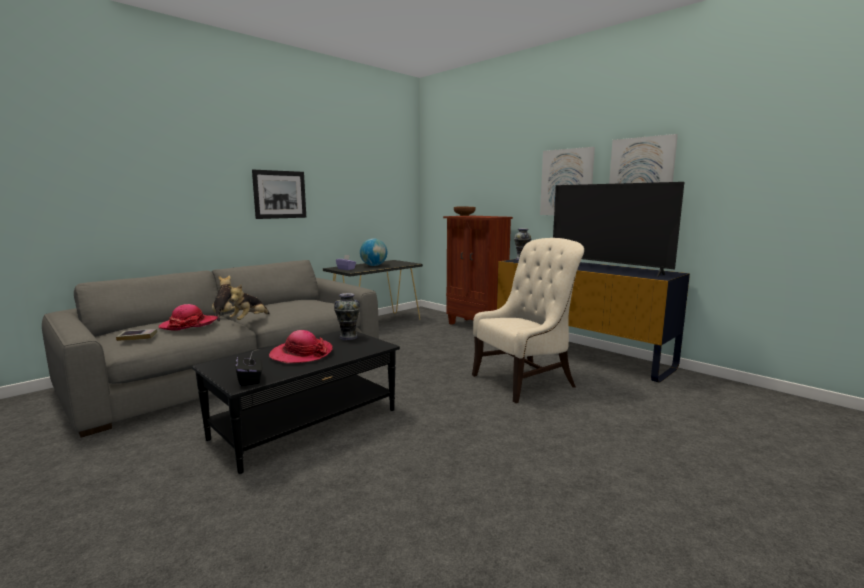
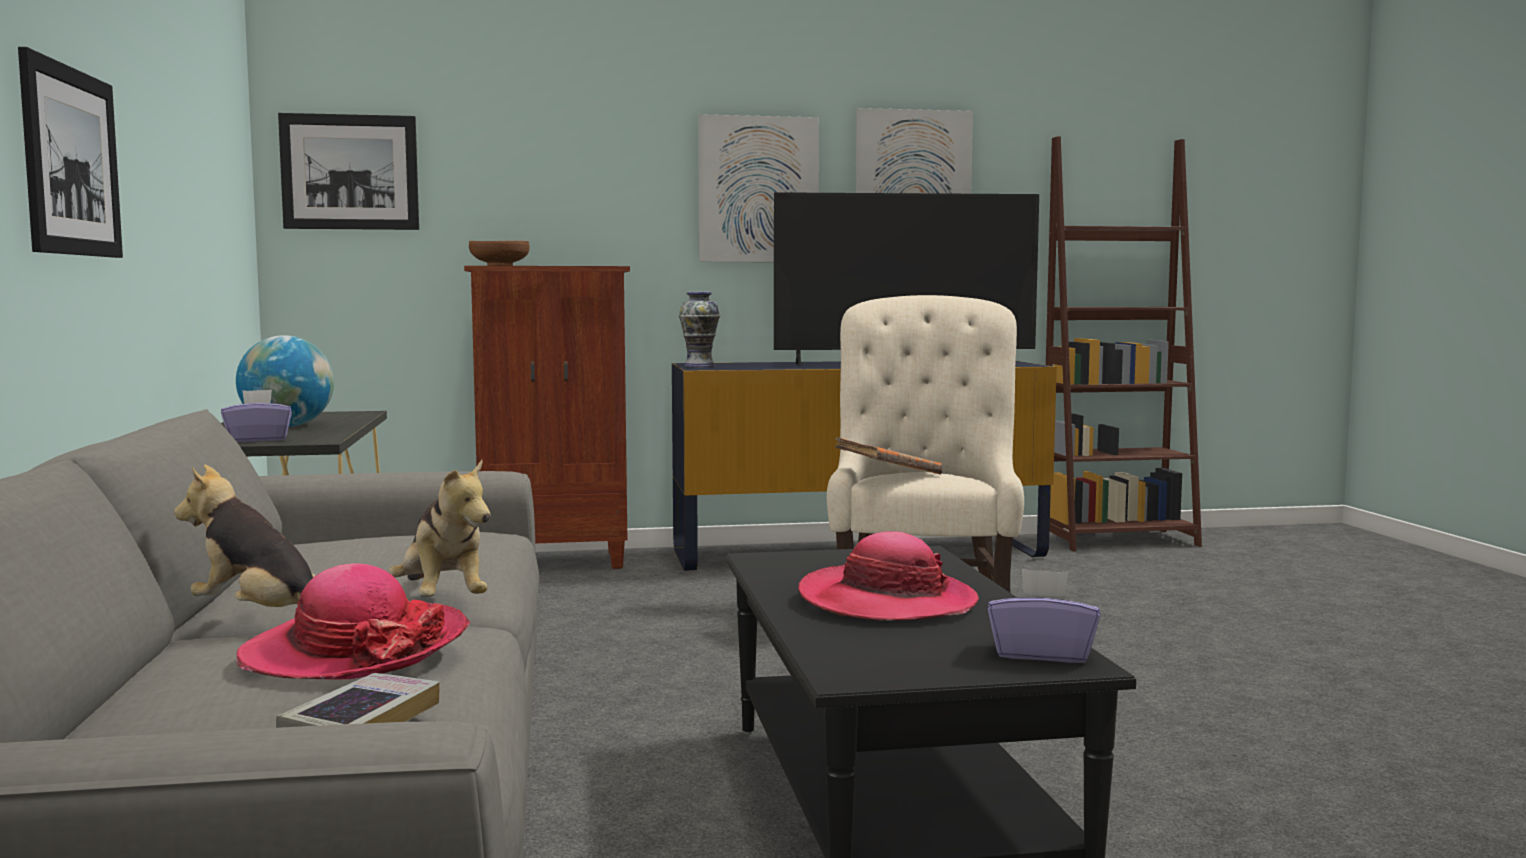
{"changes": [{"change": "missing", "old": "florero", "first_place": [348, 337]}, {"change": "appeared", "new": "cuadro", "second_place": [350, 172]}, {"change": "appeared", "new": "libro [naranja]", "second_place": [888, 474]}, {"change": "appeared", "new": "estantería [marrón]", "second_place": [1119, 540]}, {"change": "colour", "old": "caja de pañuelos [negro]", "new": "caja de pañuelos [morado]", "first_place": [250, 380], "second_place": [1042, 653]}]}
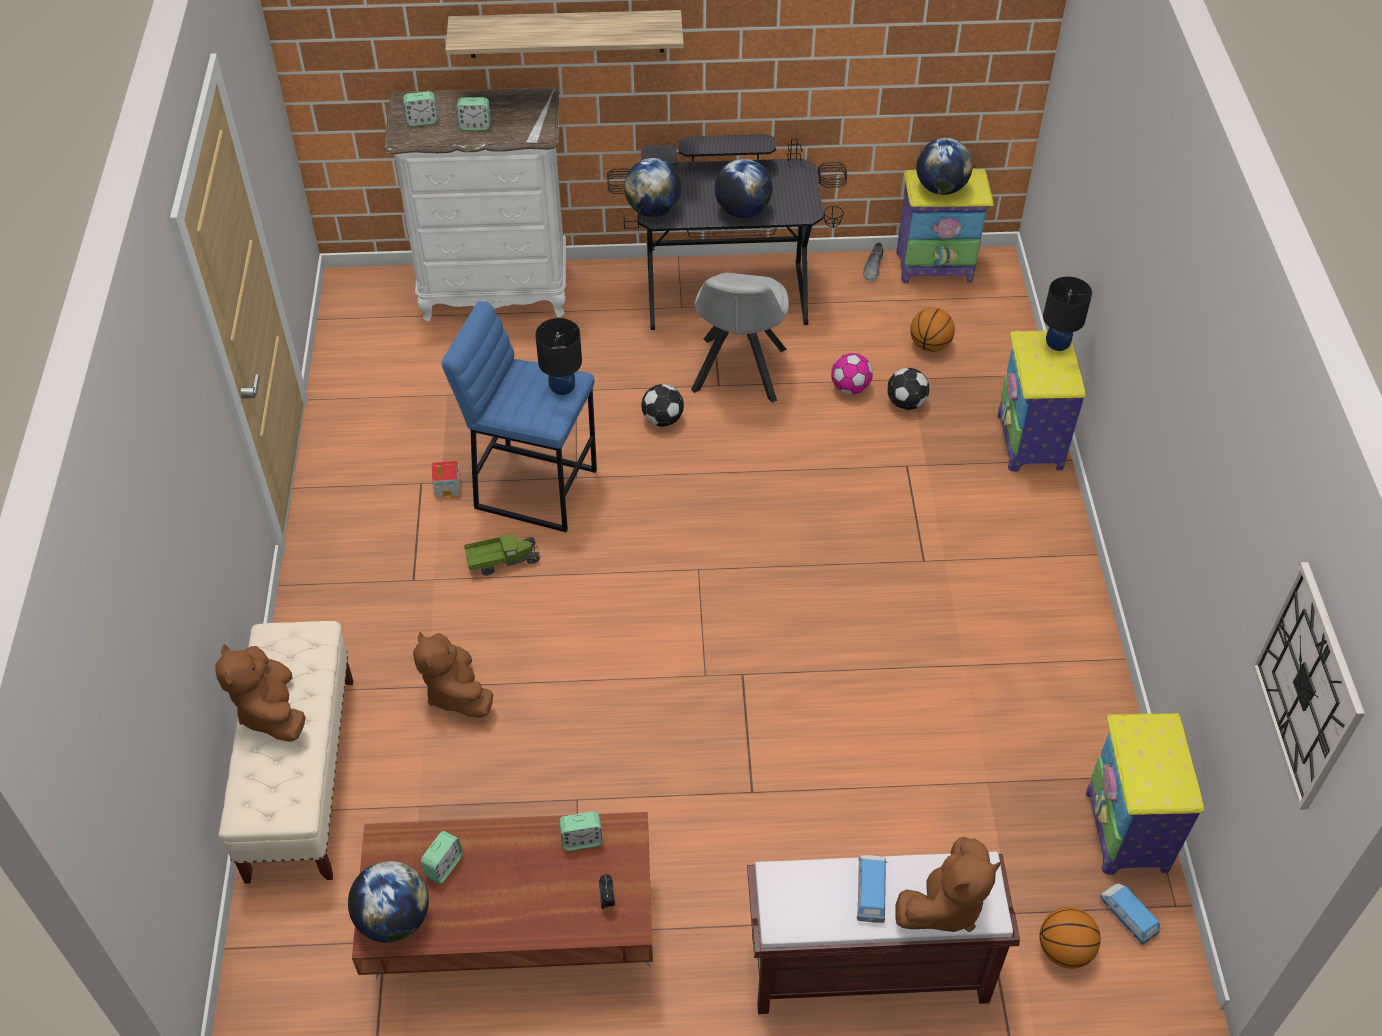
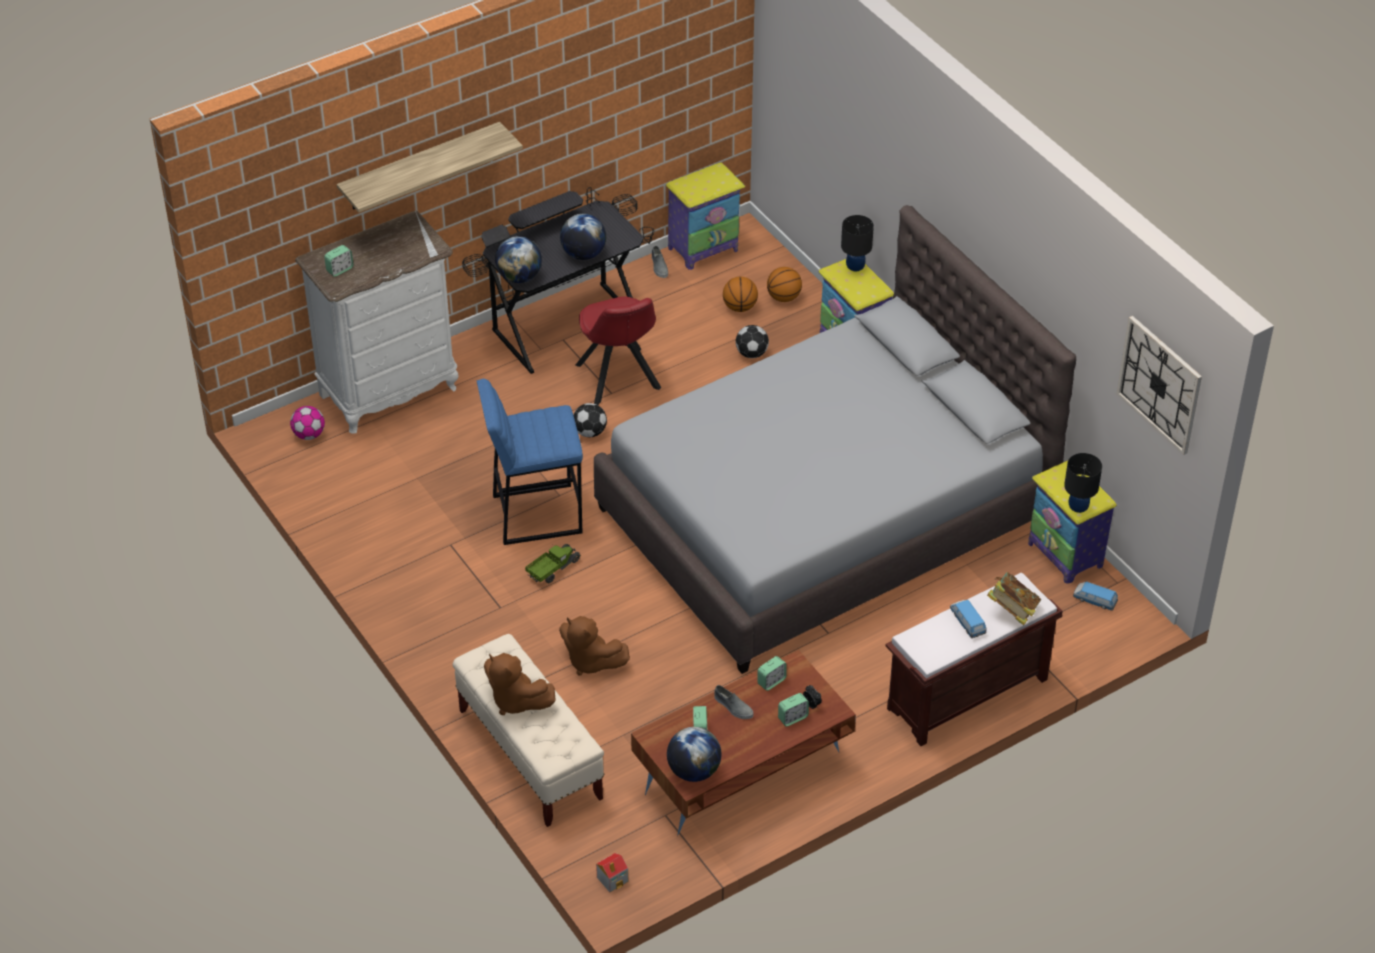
{"changes": [{"change": "missing", "old": "globo terráqueo", "first_place": [940, 188]}, {"change": "appeared", "new": "cama [gris]", "second_place": [826, 514]}, {"change": "appeared", "new": "zapato [gris]", "second_place": [733, 707]}, {"change": "relocated", "old": "casita", "first_place": [448, 487], "second_place": [613, 879]}, {"change": "relocated", "old": "despertador", "first_place": [475, 125], "second_place": [792, 718]}, {"change": "relocated", "old": "lámpara de mesa [negro]", "first_place": [562, 388], "second_place": [1077, 507]}, {"change": "relocated", "old": "balón de fútbol", "first_place": [850, 388], "second_place": [309, 435]}, {"change": "relocated", "old": "balón de baloncesto", "first_place": [1064, 950], "second_place": [783, 297]}, {"change": "exchanged", "old": "peluche [marrón]", "new": "libro", "first_place": [945, 905], "second_place": [1012, 611]}, {"change": "colour", "old": "silla [gris]", "new": "silla [rojo]", "first_place": [739, 372], "second_place": [618, 378]}]}
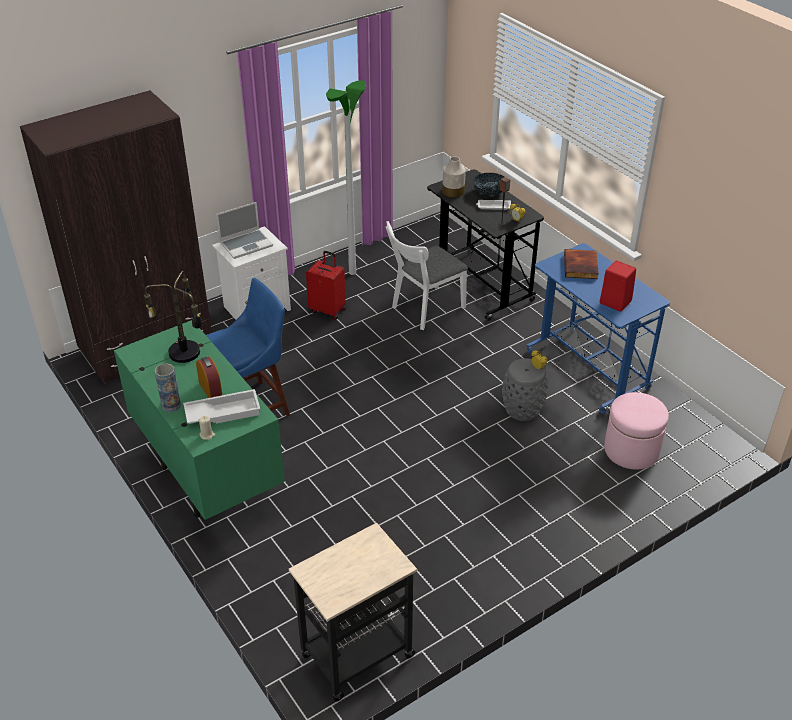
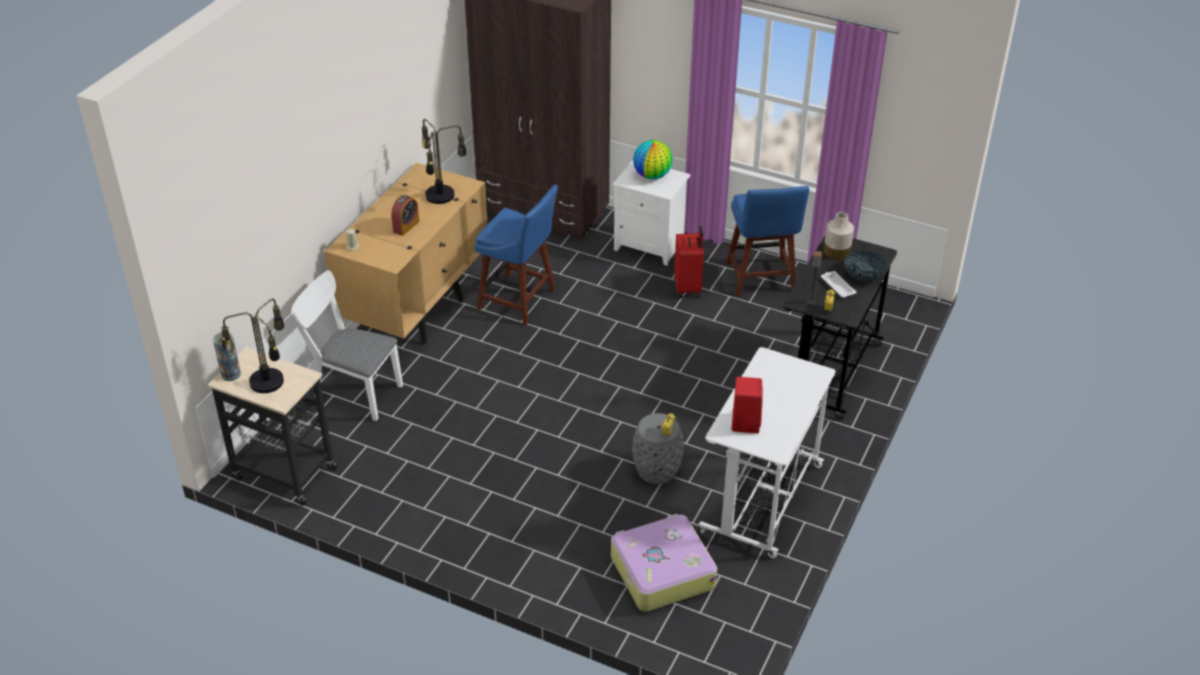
{"changes": [{"change": "missing", "old": "bandeja [blanco]", "first_place": [223, 412]}, {"change": "missing", "old": "libro", "first_place": [581, 266]}, {"change": "appeared", "new": "lámpara de mesa", "second_place": [266, 382]}, {"change": "relocated", "old": "florero", "first_place": [171, 405], "second_place": [231, 374]}, {"change": "relocated", "old": "silla [blanco]", "first_place": [424, 309], "second_place": [352, 392]}, {"change": "exchanged", "old": "portátil", "new": "globo terráqueo", "first_place": [246, 244], "second_place": [652, 176]}, {"change": "exchanged", "old": "lámpara de pie", "new": "silla [azul]", "first_place": [352, 272], "second_place": [761, 279]}, {"change": "exchanged", "old": "puf [rosa]", "new": "maleta", "first_place": [631, 450], "second_place": [661, 571]}, {"change": "colour", "old": "cómoda [verde]", "new": "cómoda [beis]", "first_place": [208, 478], "second_place": [417, 313]}, {"change": "colour", "old": "escritorio [azul]", "new": "escritorio [blanco]", "first_place": [587, 370], "second_place": [761, 499]}]}
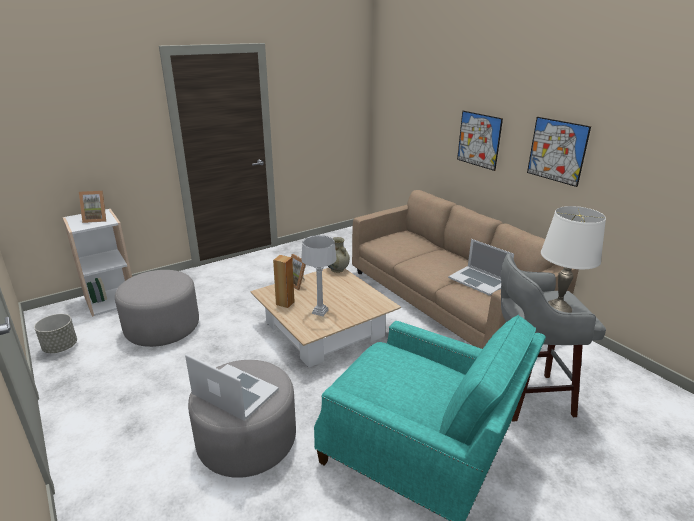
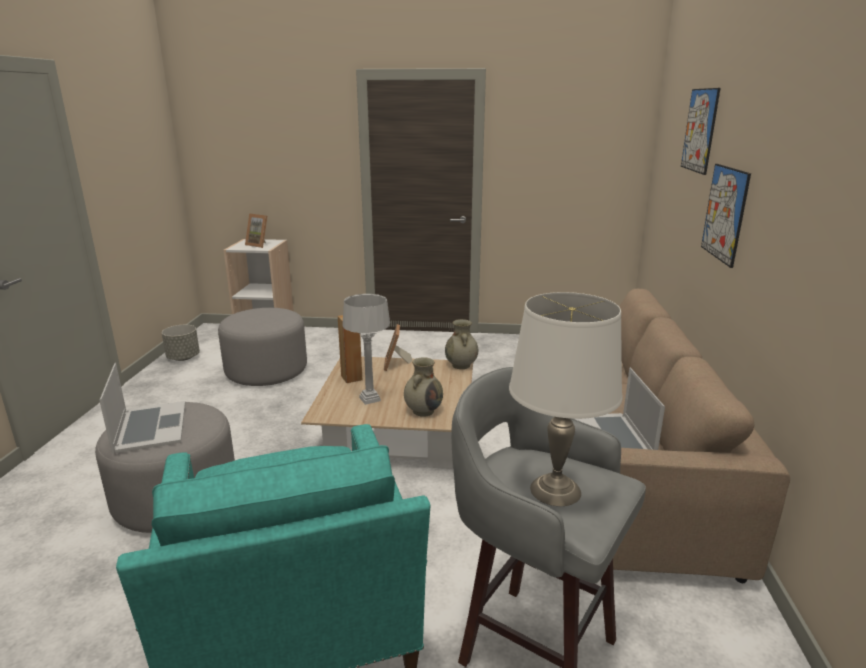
{"changes": [{"change": "appeared", "new": "florero [beis]", "second_place": [423, 411]}, {"change": "relocated", "old": "cuadro", "first_place": [557, 151], "second_place": [699, 130]}]}
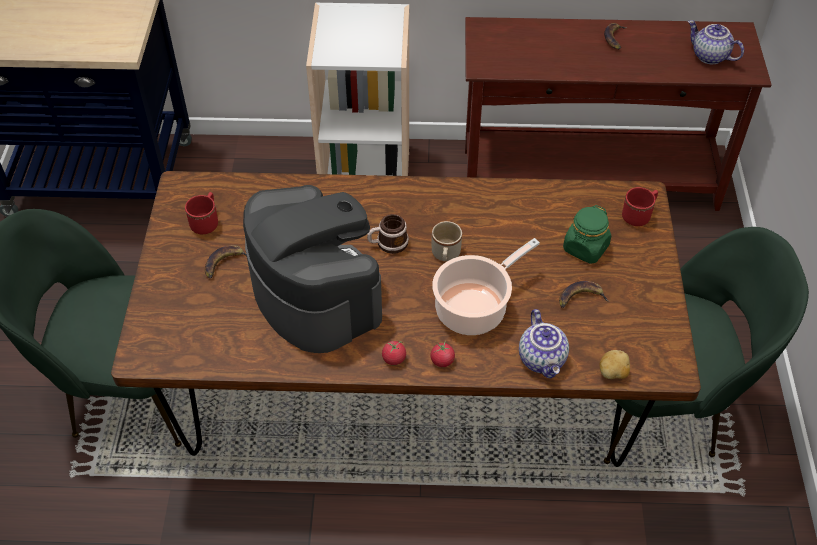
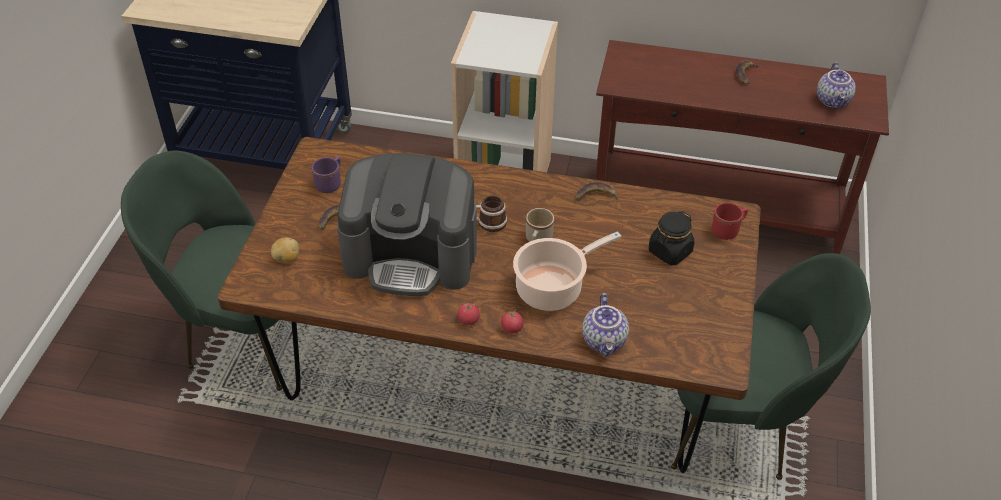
{"changes": [{"change": "relocated", "old": "plátano", "first_place": [580, 297], "second_place": [595, 196]}, {"change": "relocated", "old": "patata", "first_place": [613, 373], "second_place": [287, 259]}, {"change": "colour", "old": "taza grande [rojo]", "new": "taza grande [morado]", "first_place": [206, 222], "second_place": [330, 183]}, {"change": "colour", "old": "tarro [verde]", "new": "tarro [negro]", "first_place": [585, 248], "second_place": [670, 251]}, {"change": "spun", "old": "cafetera", "first_place": [315, 293], "second_place": [412, 255], "degrees": 120}, {"change": "spun", "old": "tetera", "first_place": [709, 56], "second_place": [833, 101], "degrees": -135}]}
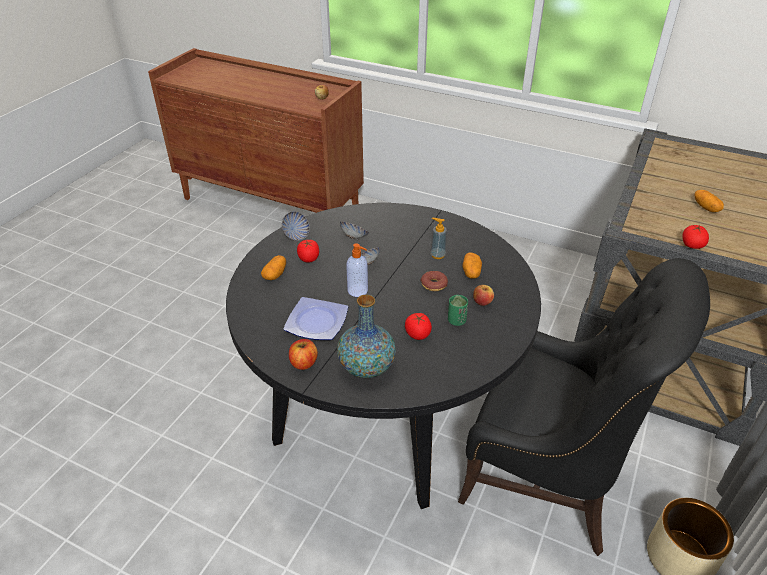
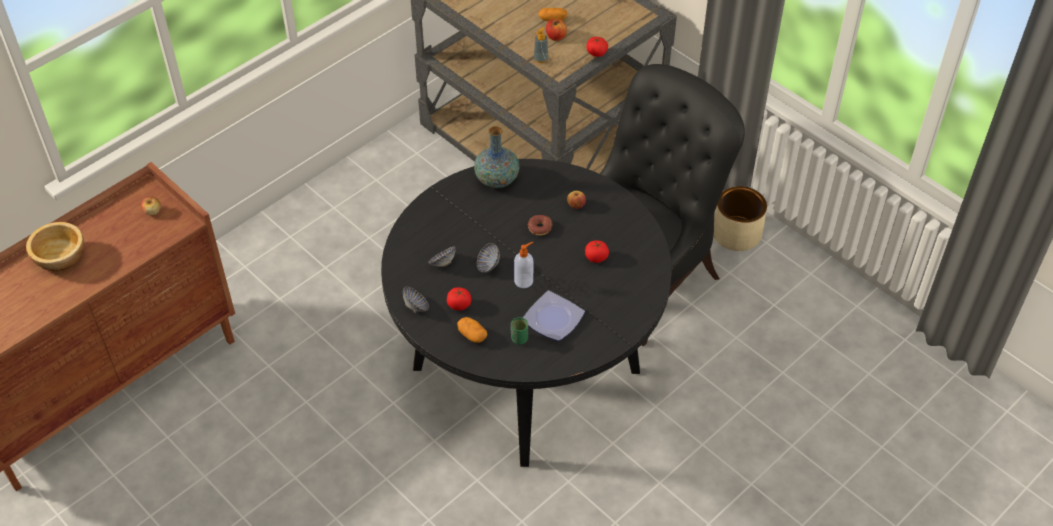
{"changes": [{"change": "missing", "old": "patata", "first_place": [471, 272]}, {"change": "appeared", "new": "cuenco", "second_place": [61, 257]}, {"change": "relocated", "old": "manzana", "first_place": [303, 363], "second_place": [555, 37]}, {"change": "relocated", "old": "florero", "first_place": [366, 367], "second_place": [497, 180]}, {"change": "relocated", "old": "dispensador de jabón", "first_place": [438, 255], "second_place": [540, 59]}, {"change": "relocated", "old": "taza [verde]", "first_place": [456, 321], "second_place": [519, 338]}]}
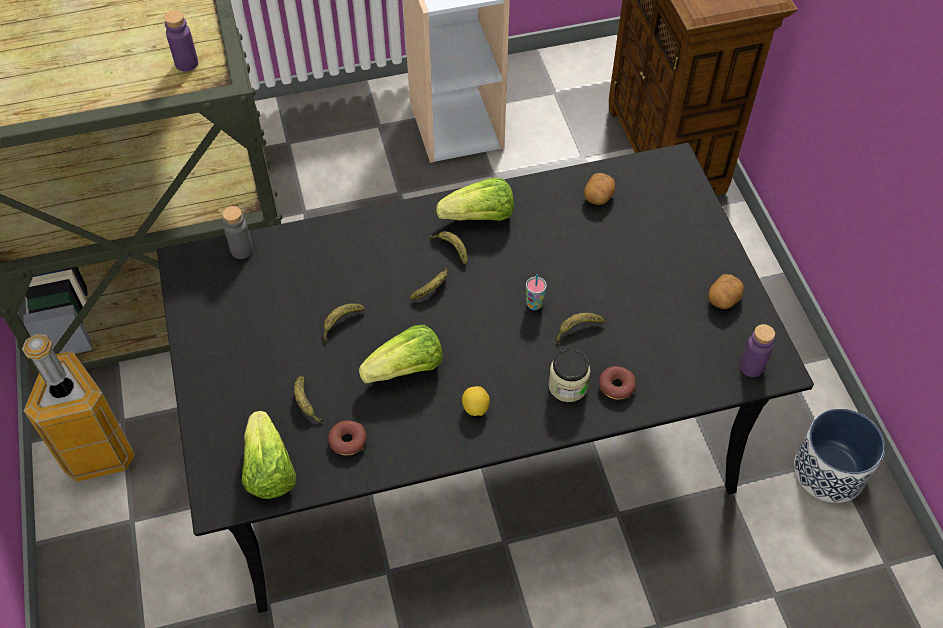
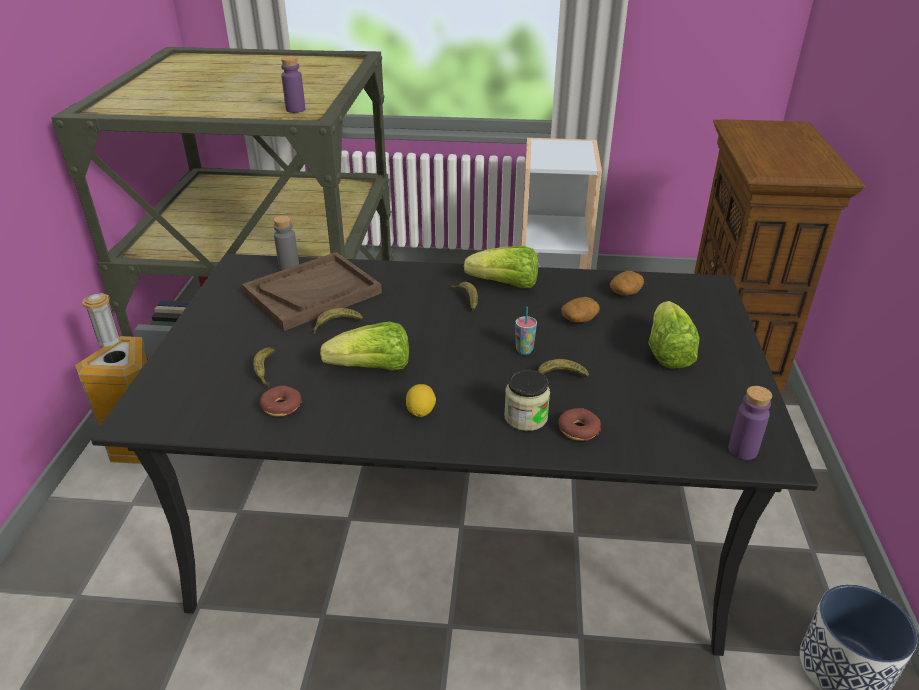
{"changes": [{"change": "missing", "old": "plátano", "first_place": [432, 288]}, {"change": "appeared", "new": "bandeja [marrón]", "second_place": [312, 293]}, {"change": "relocated", "old": "lechuga", "first_place": [269, 469], "second_place": [667, 352]}, {"change": "relocated", "old": "patata", "first_place": [723, 299], "second_place": [579, 319]}]}
